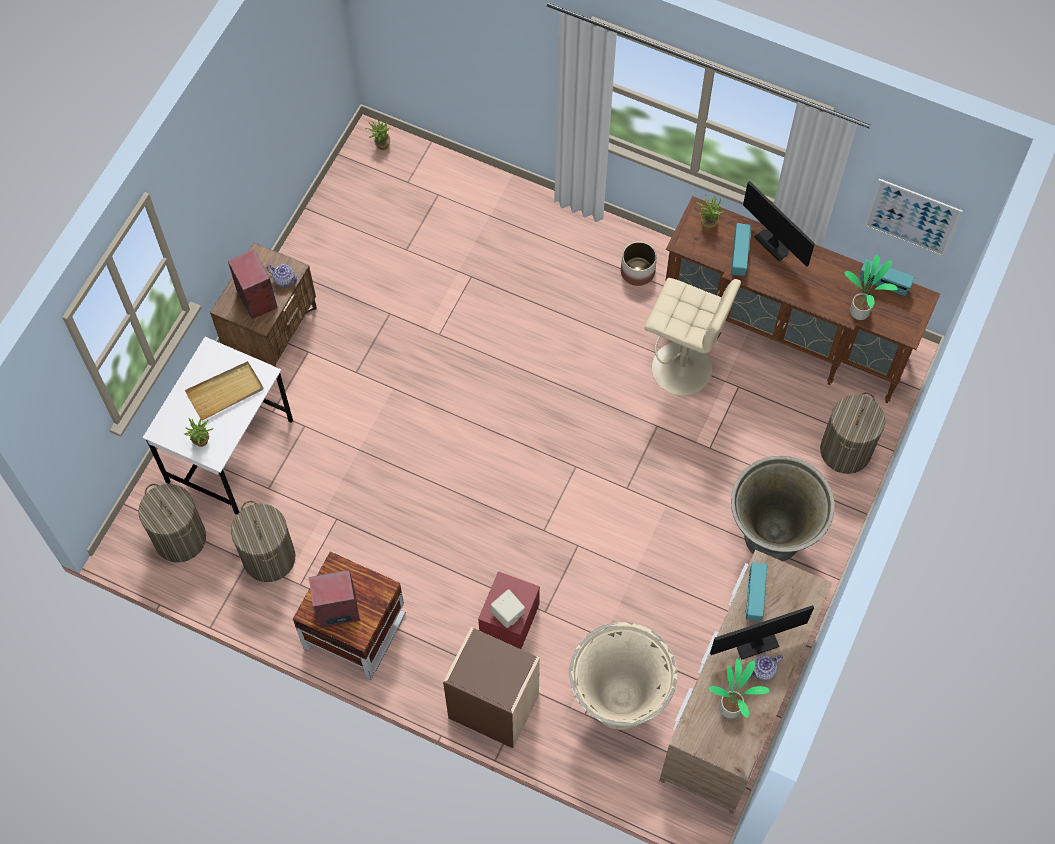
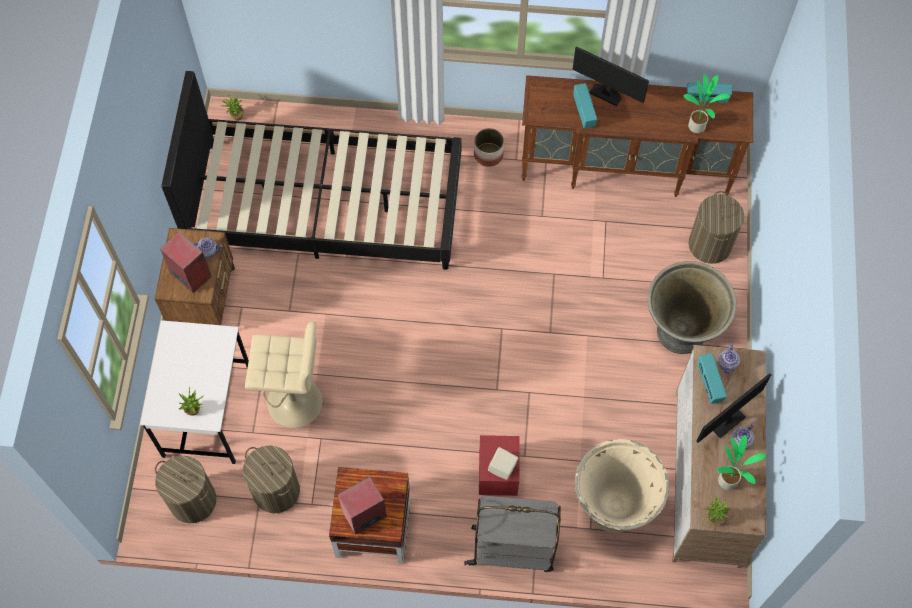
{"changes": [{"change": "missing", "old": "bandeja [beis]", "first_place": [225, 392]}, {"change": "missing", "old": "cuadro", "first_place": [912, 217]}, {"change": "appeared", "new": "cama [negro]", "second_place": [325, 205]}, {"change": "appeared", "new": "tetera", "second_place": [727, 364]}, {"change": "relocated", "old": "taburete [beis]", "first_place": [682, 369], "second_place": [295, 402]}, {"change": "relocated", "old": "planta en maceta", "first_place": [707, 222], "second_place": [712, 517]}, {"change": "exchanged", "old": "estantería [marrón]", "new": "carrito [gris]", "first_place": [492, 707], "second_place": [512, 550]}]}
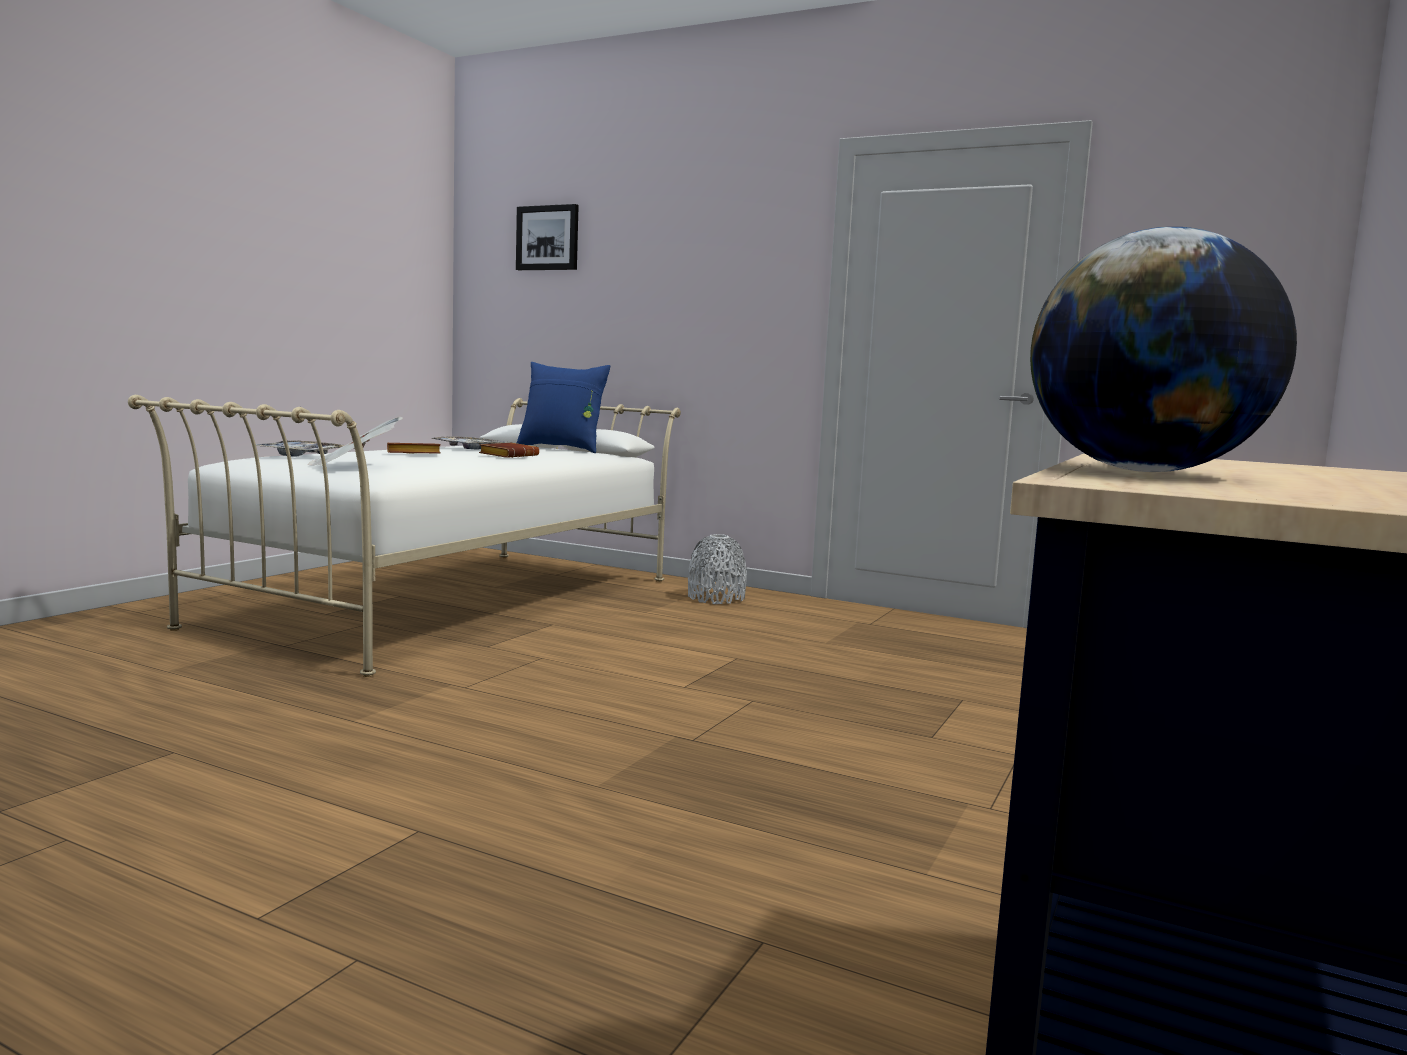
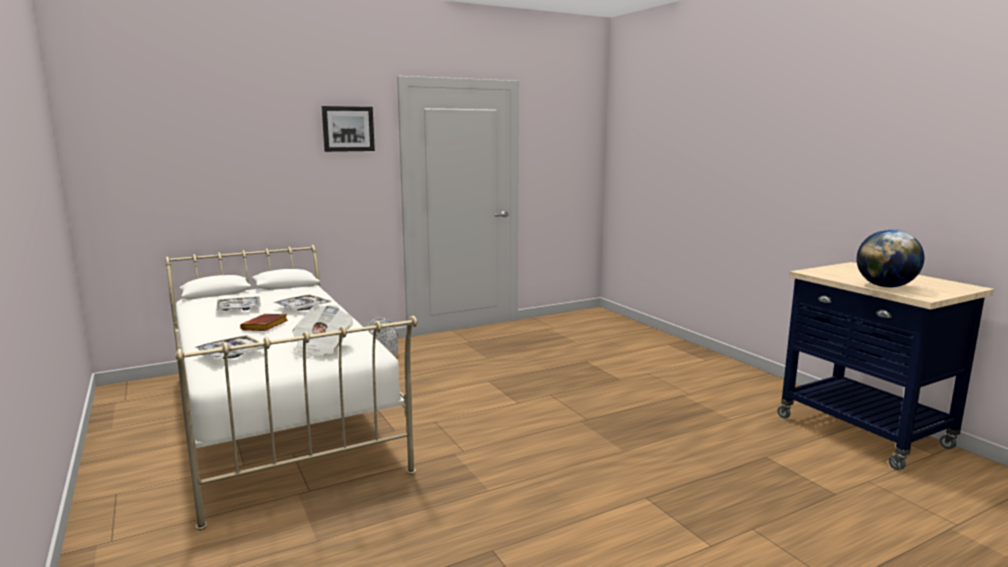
{"changes": [{"change": "missing", "old": "cojín [azul]", "first_place": [561, 449]}, {"change": "relocated", "old": "cuadro", "first_place": [548, 238], "second_place": [348, 129]}, {"change": "exchanged", "old": "libro [marrón]", "new": "bandeja", "first_place": [509, 456], "second_place": [303, 308]}]}
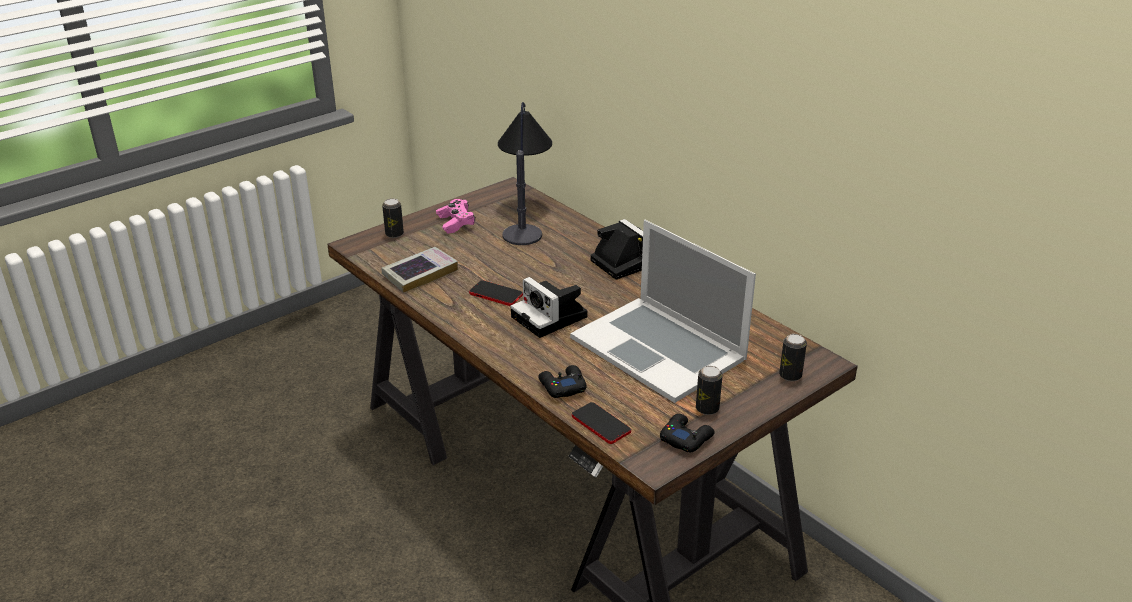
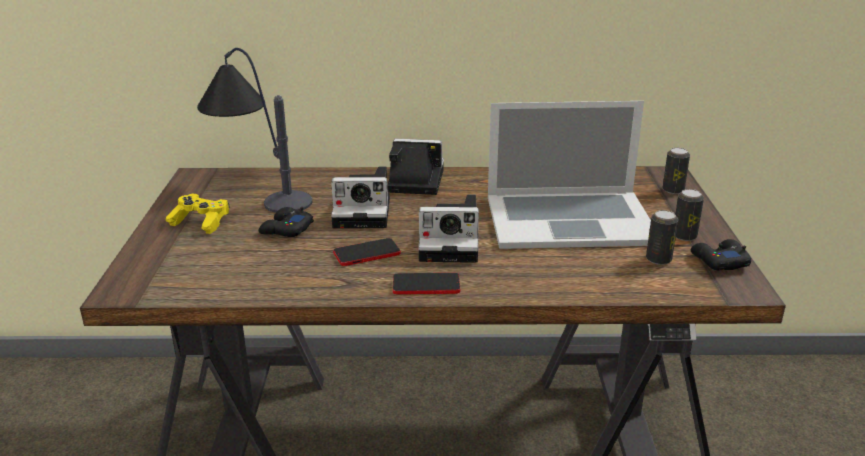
{"changes": [{"change": "missing", "old": "libro", "first_place": [420, 274]}, {"change": "appeared", "new": "cámara", "second_place": [365, 212]}, {"change": "relocated", "old": "lata", "first_place": [394, 234], "second_place": [658, 259]}, {"change": "relocated", "old": "mando de consola [negro]", "first_place": [562, 386], "second_place": [286, 229]}, {"change": "relocated", "old": "móvil", "first_place": [601, 424], "second_place": [426, 285]}, {"change": "colour", "old": "mando de consola [rosa]", "new": "mando de consola [amarillo]", "first_place": [456, 223], "second_place": [200, 222]}]}
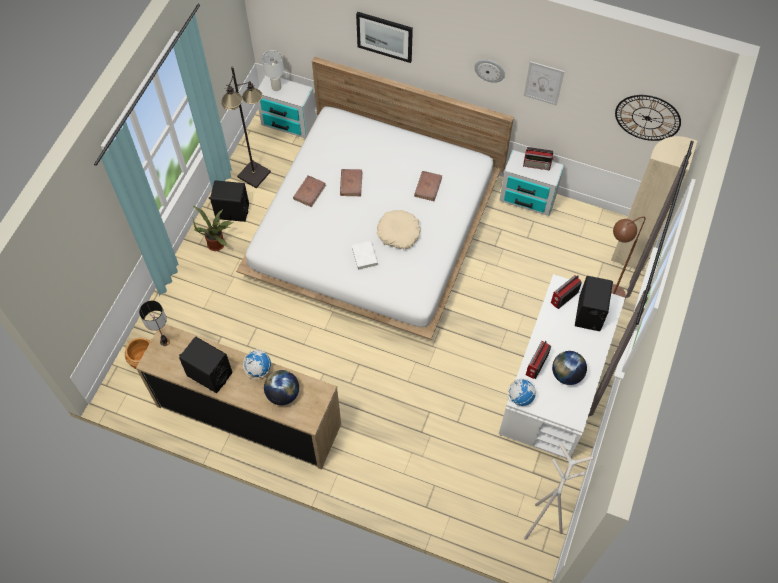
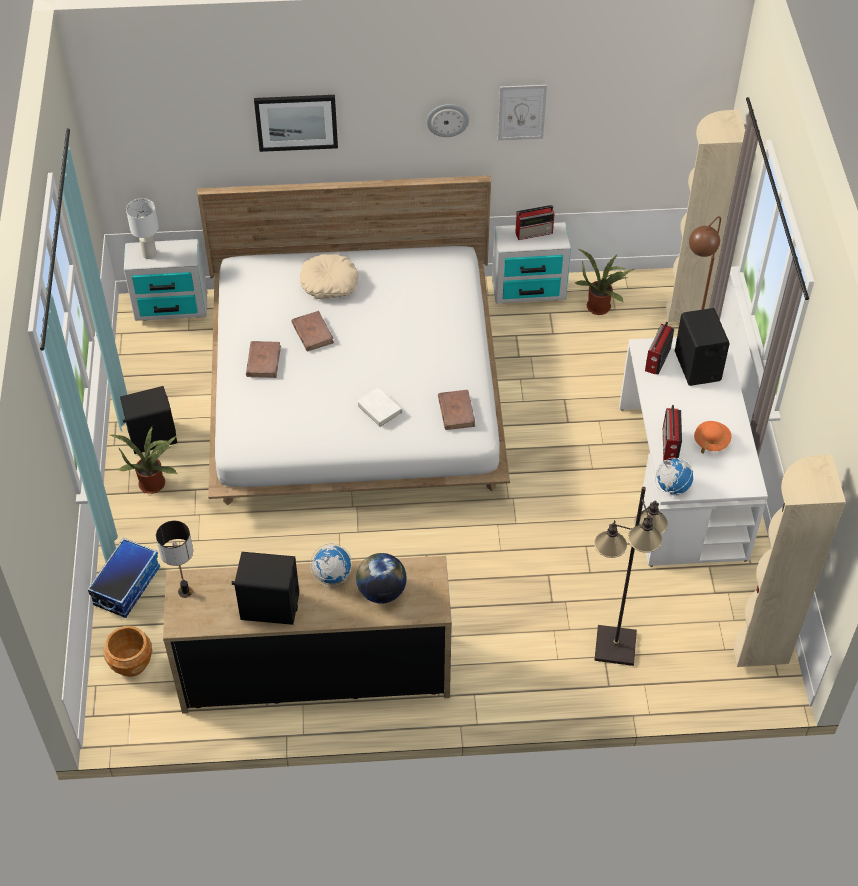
{"changes": [{"change": "missing", "old": "reloj de pared", "first_place": [647, 118]}, {"change": "appeared", "new": "caja de almacenaje", "second_place": [126, 585]}, {"change": "appeared", "new": "planta en maceta", "second_place": [600, 306]}, {"change": "relocated", "old": "lámpara de pie [negro]", "first_place": [253, 174], "second_place": [614, 646]}, {"change": "relocated", "old": "cojín [beis]", "first_place": [399, 232], "second_place": [329, 282]}, {"change": "relocated", "old": "libro [marrón]", "first_place": [428, 187], "second_place": [456, 411]}, {"change": "exchanged", "old": "perchero [gris]", "new": "estantería [beis]", "first_place": [540, 525], "second_place": [758, 648]}, {"change": "exchanged", "old": "globo terráqueo", "new": "sombrero [naranja]", "first_place": [566, 374], "second_place": [711, 441]}]}
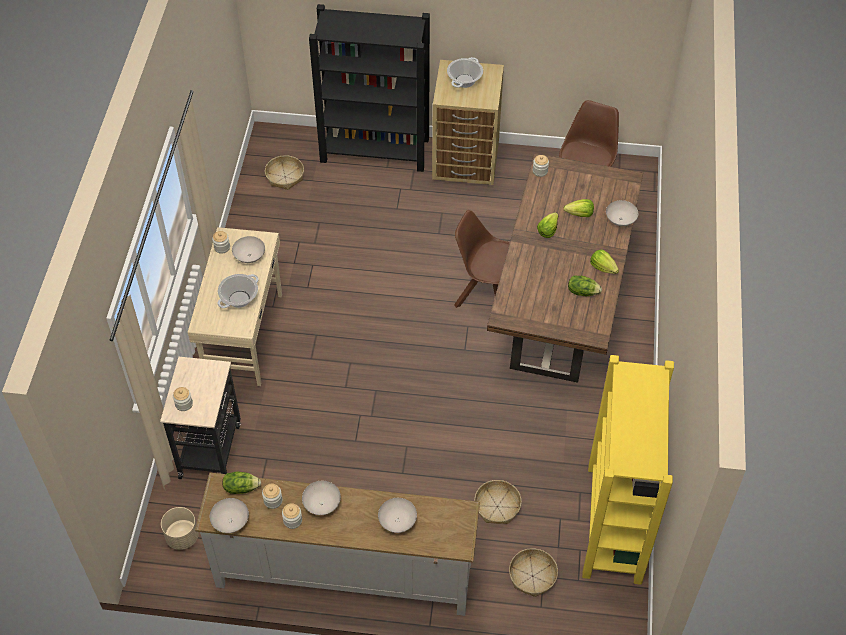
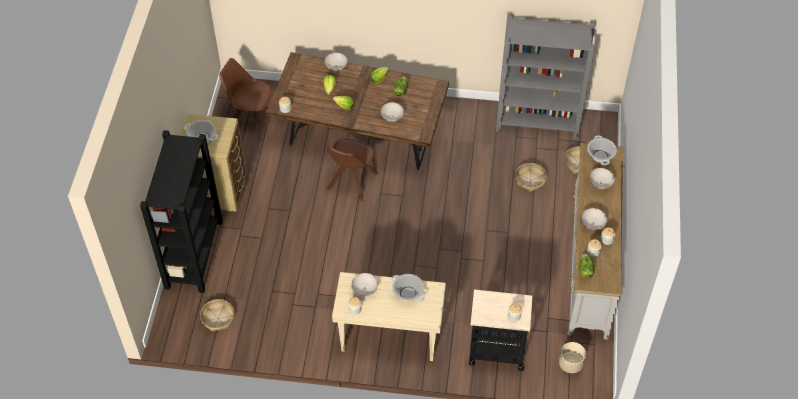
{"changes": [{"change": "appeared", "new": "olla", "second_place": [600, 156]}, {"change": "relocated", "old": "cuenco [blanco]", "first_place": [230, 521], "second_place": [391, 117]}, {"change": "colour", "old": "estantería [amarillo]", "new": "estantería [gris]", "first_place": [614, 523], "second_place": [537, 121]}]}
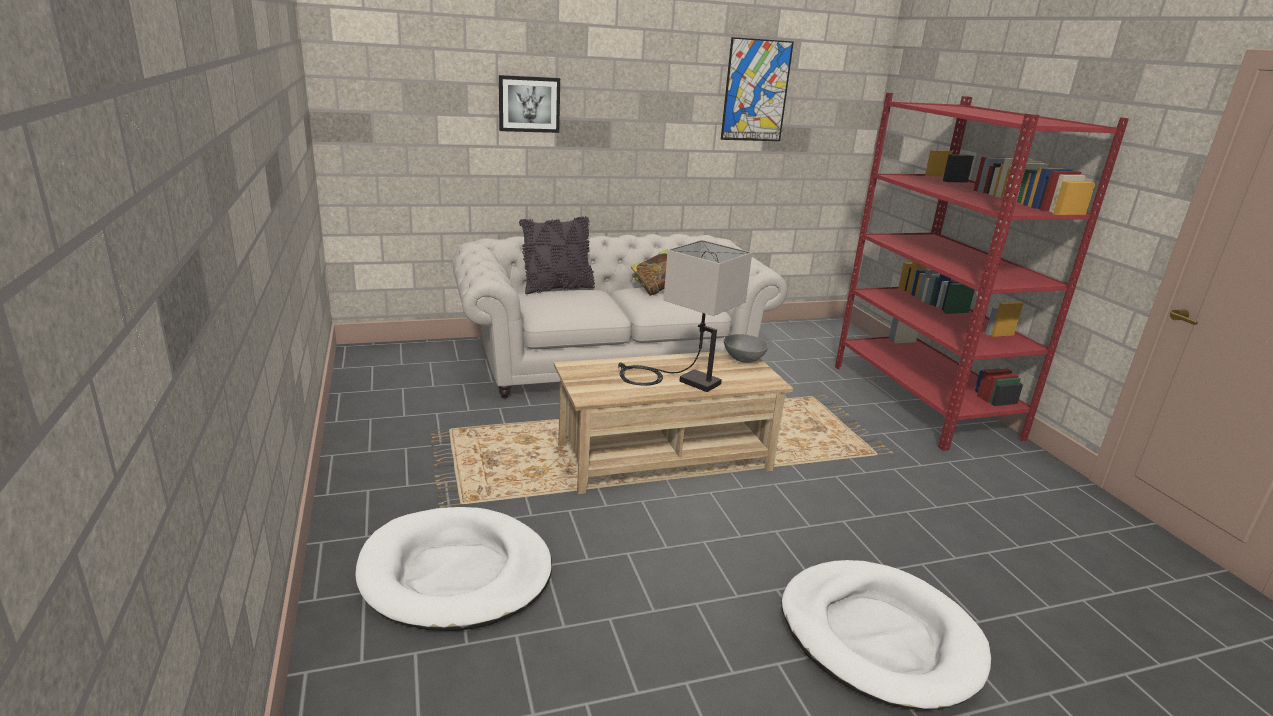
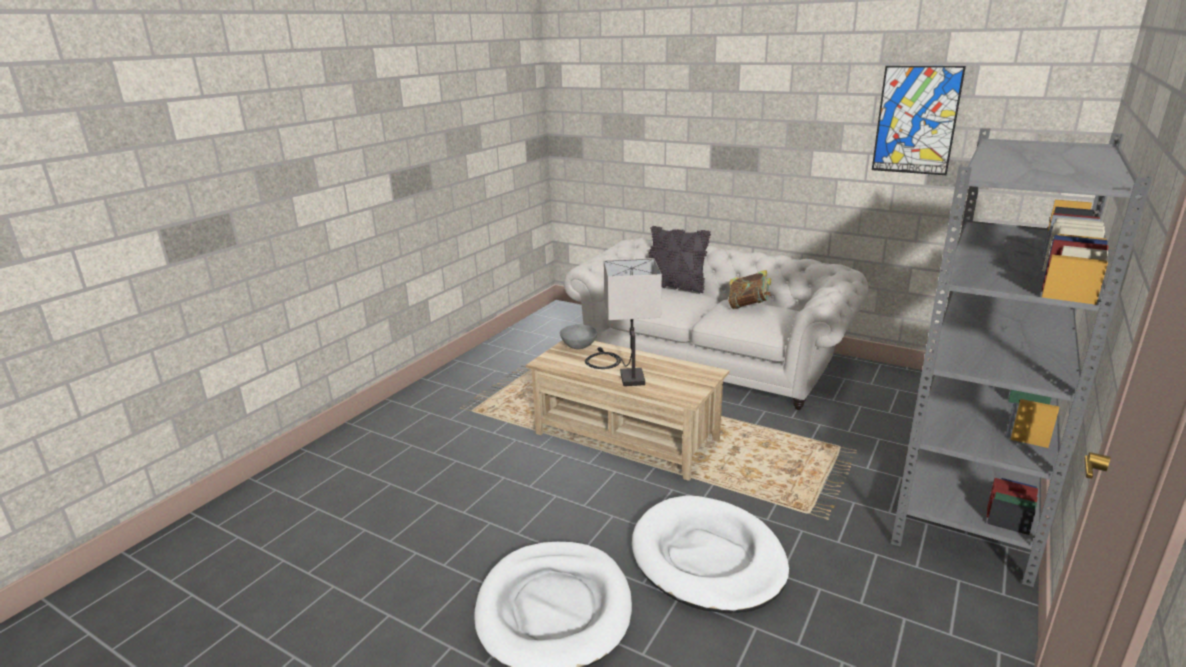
{"changes": [{"change": "missing", "old": "cuadro", "first_place": [529, 104]}, {"change": "relocated", "old": "cama para perro [blanco]", "first_place": [456, 573], "second_place": [708, 558]}, {"change": "relocated", "old": "cuenco [gris]", "first_place": [743, 359], "second_place": [579, 346]}, {"change": "colour", "old": "estantería [rojo]", "new": "estantería [gris]", "first_place": [922, 400], "second_place": [969, 498]}]}
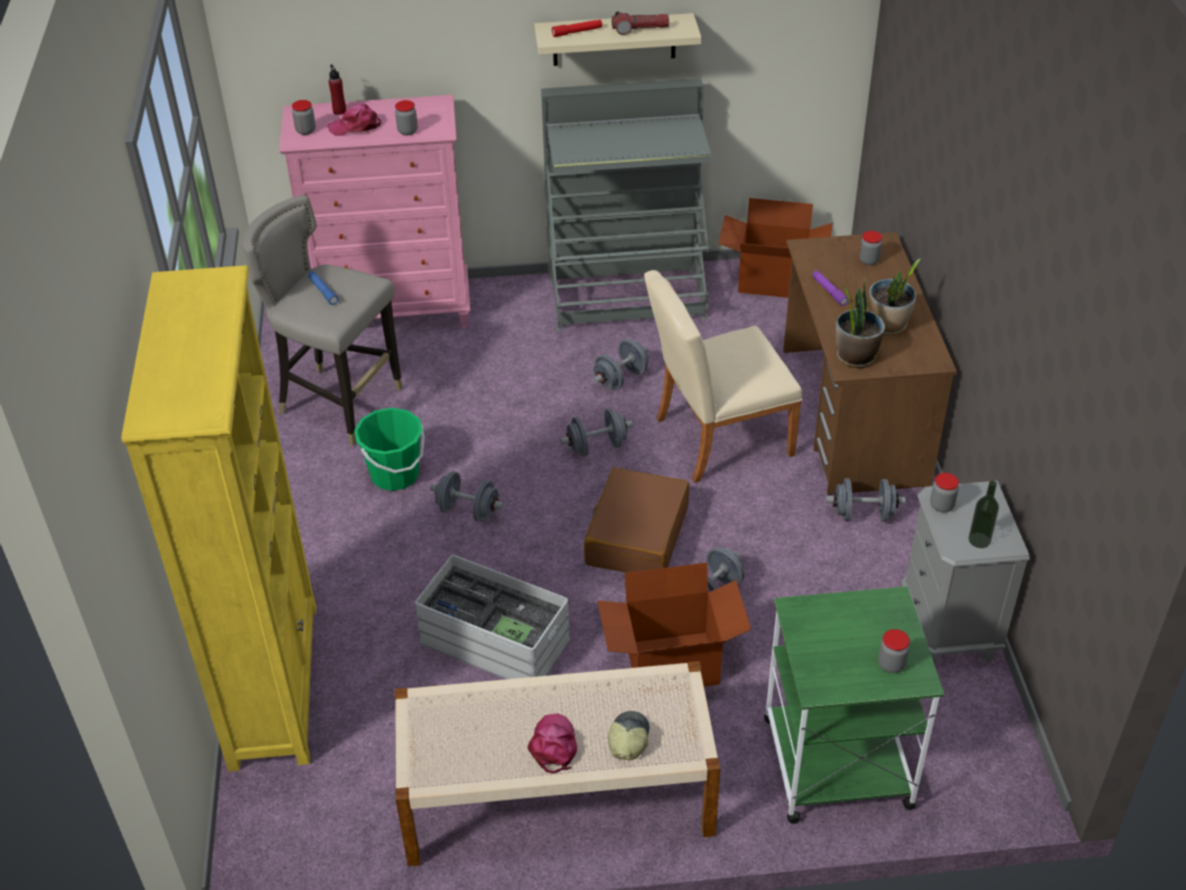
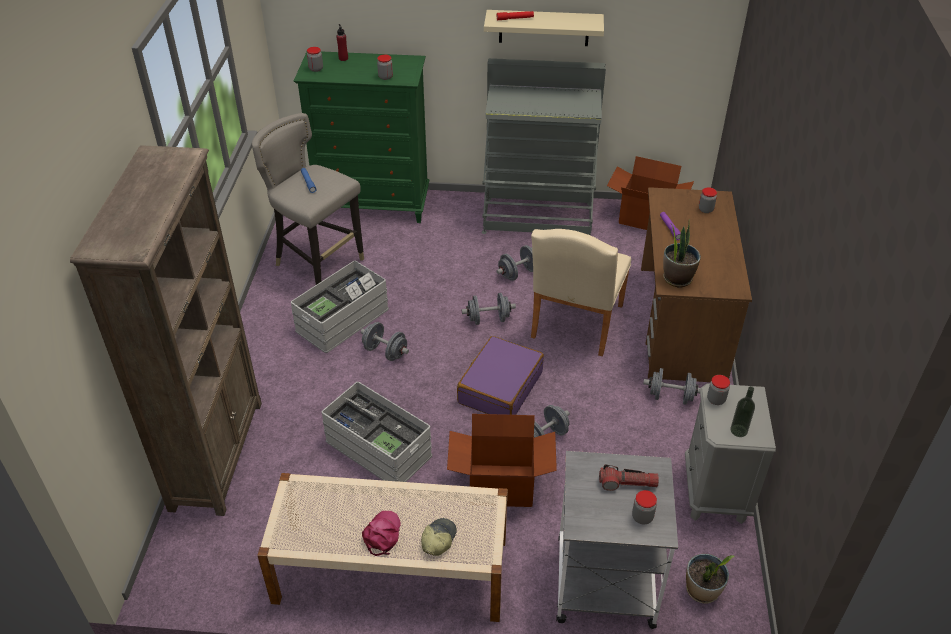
{"changes": [{"change": "missing", "old": "gorra [rosa]", "first_place": [355, 126]}, {"change": "relocated", "old": "linterna", "first_place": [640, 29], "second_place": [627, 483]}, {"change": "relocated", "old": "planta en maceta", "first_place": [888, 325], "second_place": [702, 591]}, {"change": "exchanged", "old": "cubo [verde]", "new": "caja de almacenaje [gris]", "first_place": [395, 475], "second_place": [342, 319]}, {"change": "colour", "old": "estantería [amarillo]", "new": "estantería [marrón]", "first_place": [274, 683], "second_place": [217, 454]}, {"change": "colour", "old": "cómoda [rosa]", "new": "cómoda [verde]", "first_place": [395, 311], "second_place": [374, 205]}, {"change": "colour", "old": "maleta [marrón]", "new": "maleta [morado]", "first_place": [636, 535], "second_place": [500, 387]}, {"change": "colour", "old": "carrito [verde]", "new": "carrito [gris]", "first_place": [834, 764], "second_place": [603, 582]}, {"change": "spun", "old": "silla [beis]", "first_place": [715, 439], "second_place": [575, 325], "degrees": -60}]}
